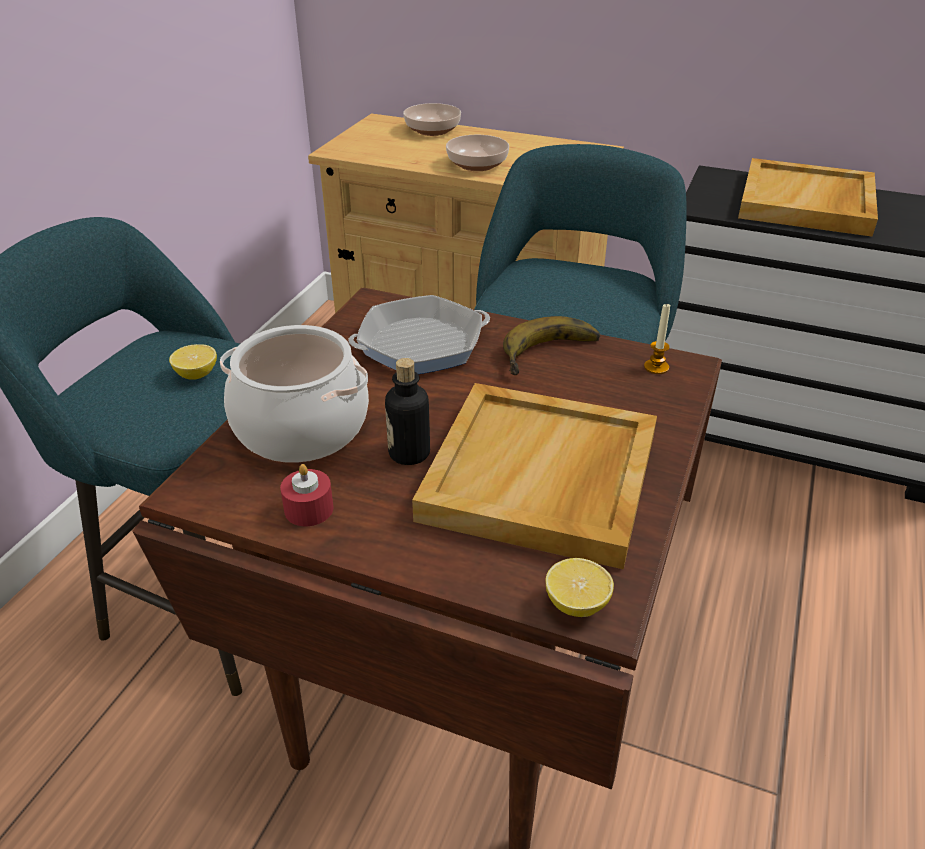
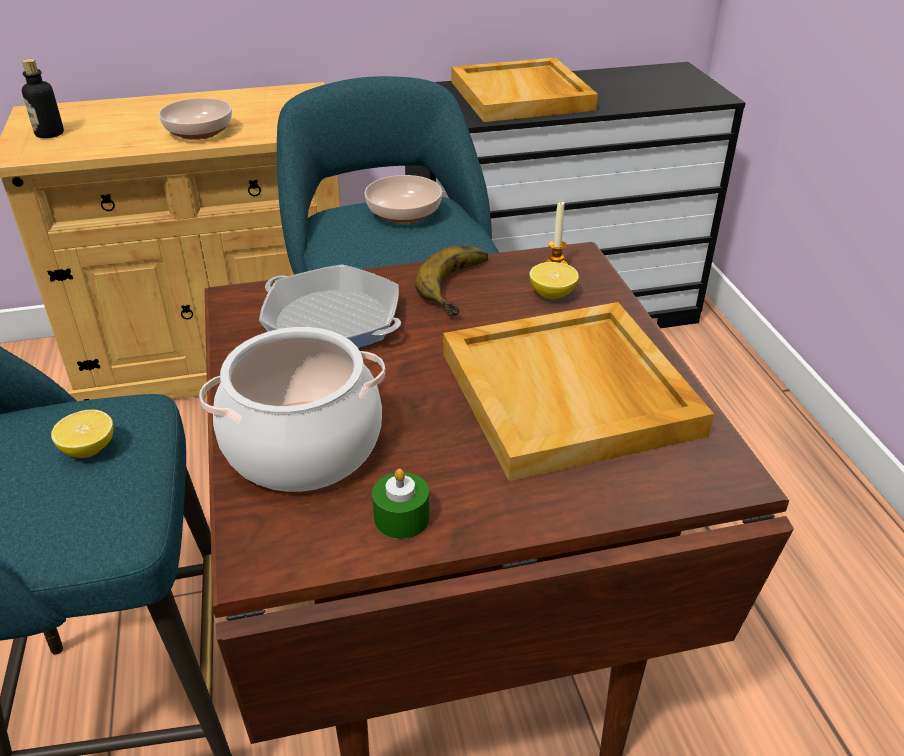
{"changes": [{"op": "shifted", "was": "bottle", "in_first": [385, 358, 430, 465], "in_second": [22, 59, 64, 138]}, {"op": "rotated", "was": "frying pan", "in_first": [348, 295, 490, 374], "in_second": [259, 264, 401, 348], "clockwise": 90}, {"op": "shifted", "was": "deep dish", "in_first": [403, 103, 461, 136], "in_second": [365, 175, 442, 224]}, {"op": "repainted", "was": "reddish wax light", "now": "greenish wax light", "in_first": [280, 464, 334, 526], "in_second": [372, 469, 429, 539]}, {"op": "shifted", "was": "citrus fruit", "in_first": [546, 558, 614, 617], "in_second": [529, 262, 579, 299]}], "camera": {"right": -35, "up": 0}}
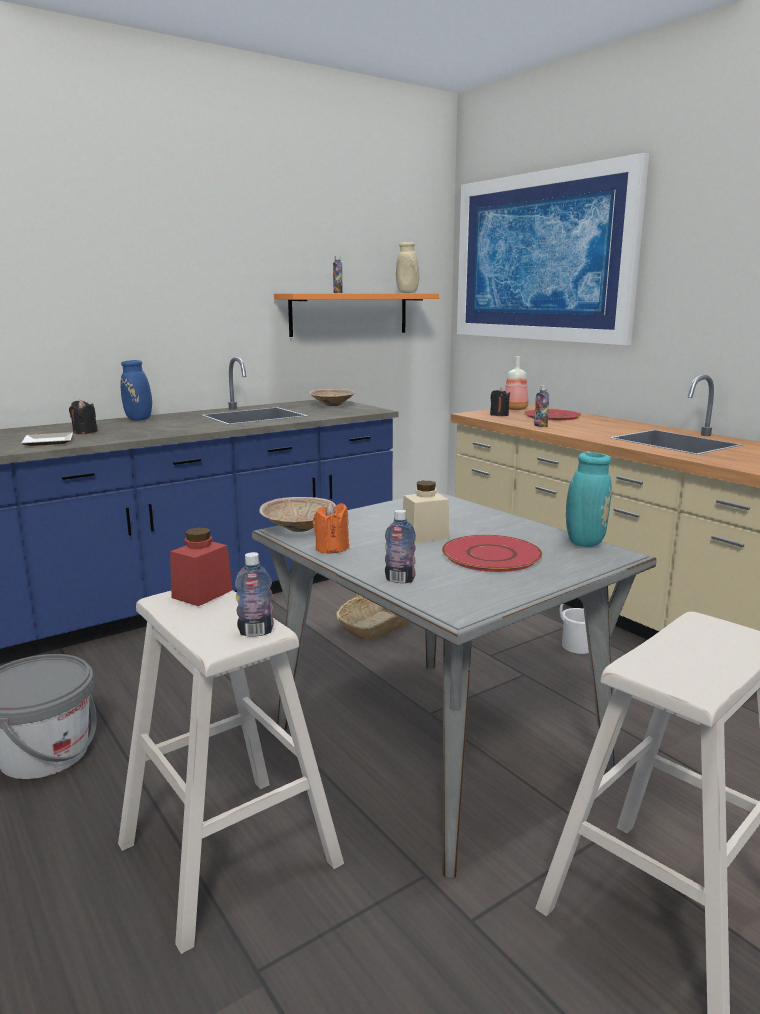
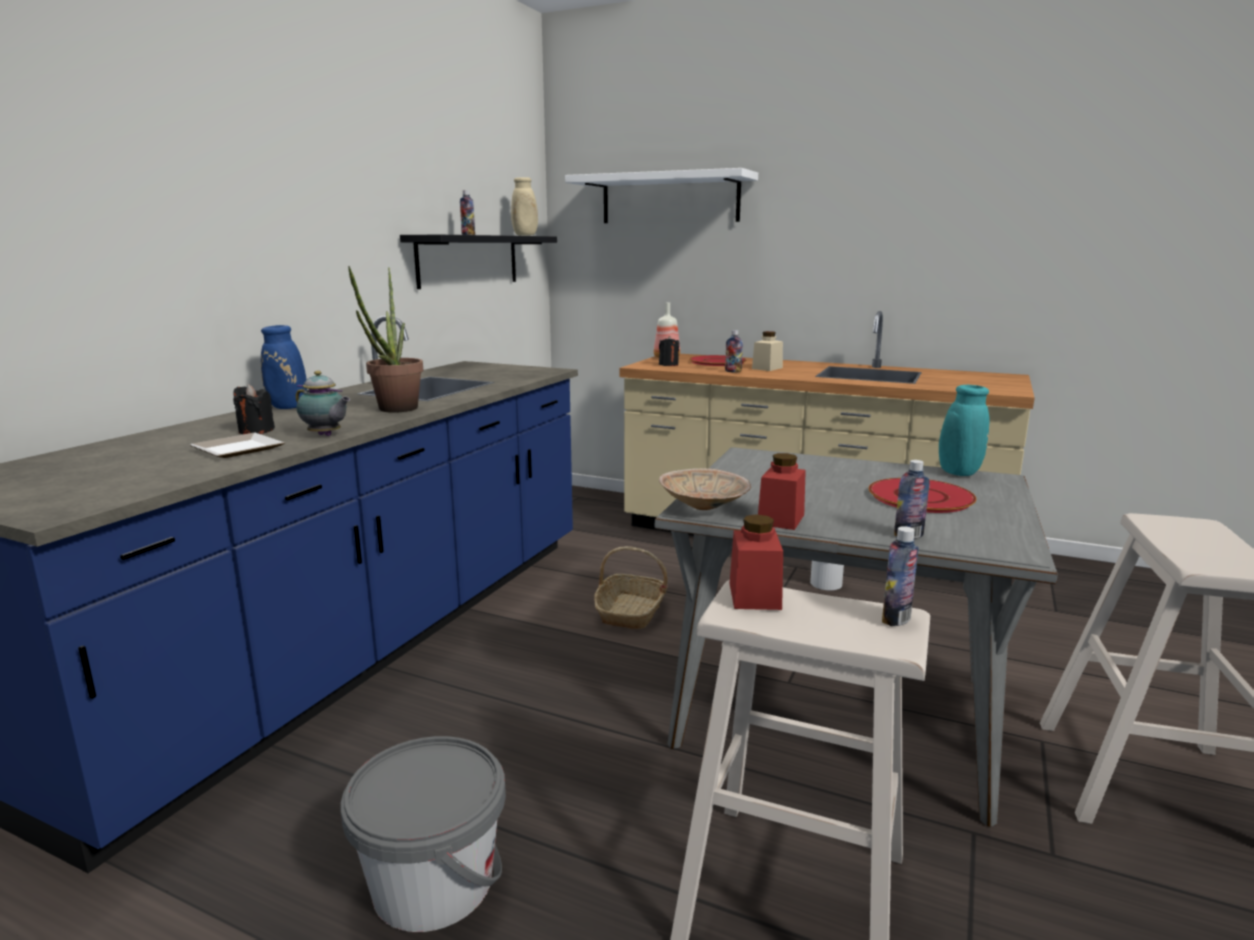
{"changes": [{"op": "new", "now": "pot for tea", "in_second": [296, 371, 350, 436]}, {"op": "new", "now": "potted plant", "in_second": [348, 266, 423, 413]}, {"op": "repainted", "was": "orange shelf", "now": "black shelf", "in_first": [274, 293, 439, 337], "in_second": [400, 235, 557, 289]}, {"op": "swapped", "was": "wall art", "now": "white-coloured shelf", "in_first": [457, 153, 649, 345], "in_second": [565, 168, 758, 223]}, {"op": "shifted", "was": "sand-coloured storage jar", "in_first": [403, 481, 450, 543], "in_second": [752, 331, 783, 371]}, {"op": "swapped", "was": "orange wax light", "now": "reddish storage jar", "in_first": [313, 502, 349, 554], "in_second": [758, 453, 806, 530]}, {"op": "gone", "was": "sand-coloured deep dish", "in_first": [309, 389, 356, 406]}], "camera": {"right": -30, "up": 0}}
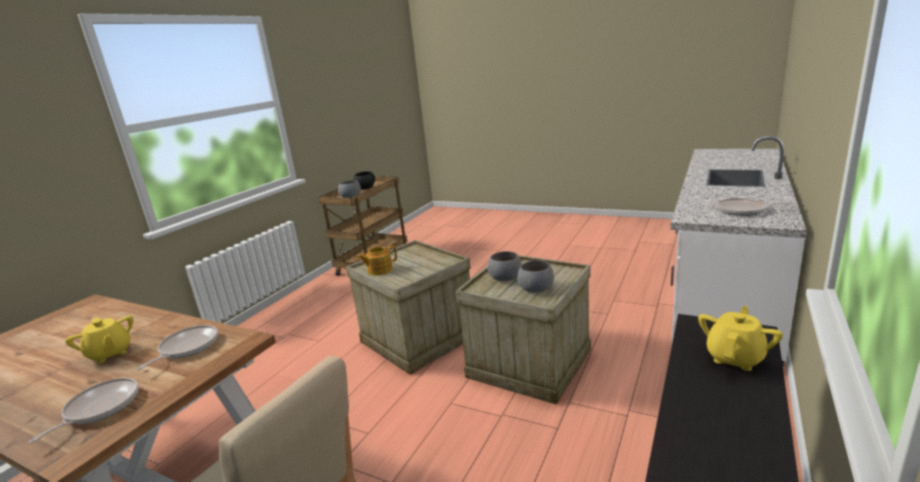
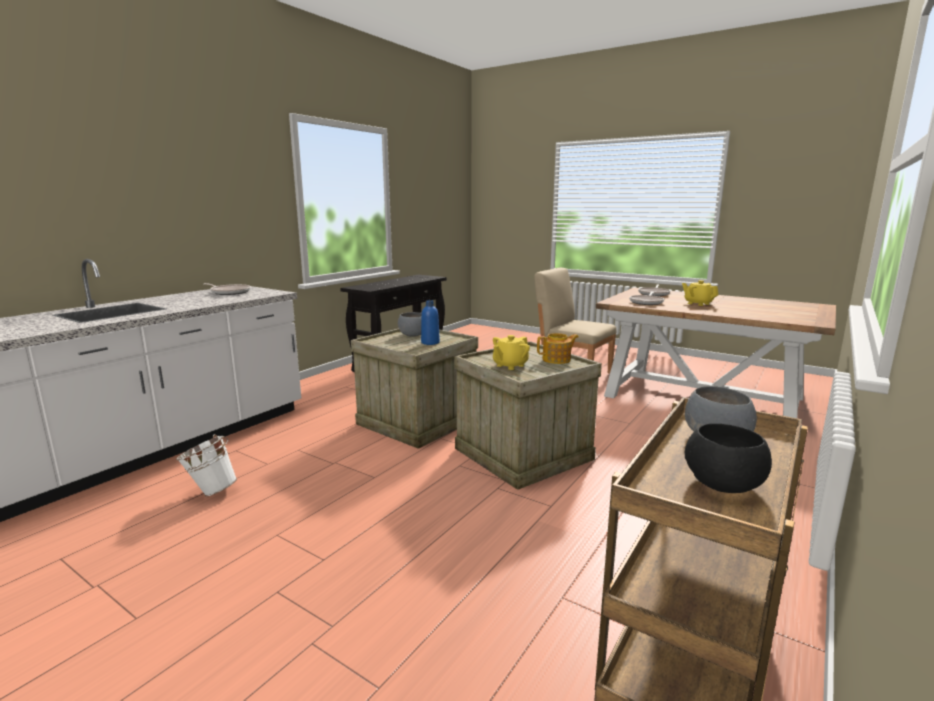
{"changes": [{"op": "new", "now": "white-coloured water bucket", "in_second": [176, 434, 237, 496]}, {"op": "swapped", "was": "grey deep dish", "now": "bluish bottle", "in_first": [487, 251, 522, 281], "in_second": [421, 300, 440, 345]}, {"op": "shifted", "was": "yellow pot for tea", "in_first": [698, 306, 783, 371], "in_second": [493, 335, 530, 370]}], "camera": {"right": -175, "up": -5}}
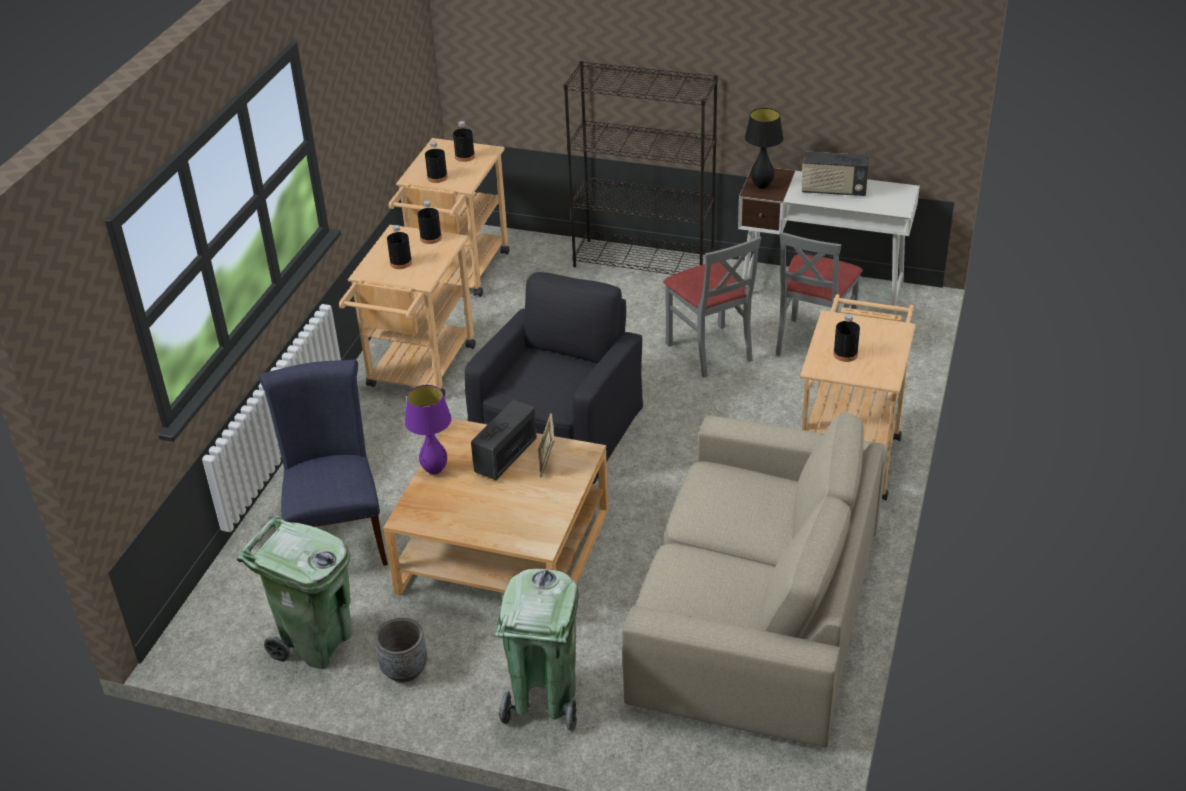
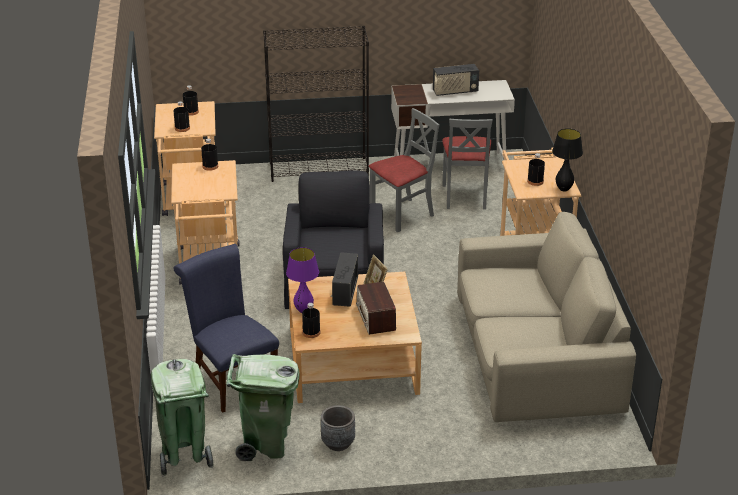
{"changes": [{"op": "shifted", "was": "greenish waste bin", "in_first": [494, 569, 579, 732], "in_second": [151, 359, 214, 477]}, {"op": "shifted", "was": "black bottle", "in_first": [387, 225, 412, 269], "in_second": [302, 303, 320, 338]}, {"op": "new", "now": "radio", "in_second": [356, 281, 396, 335]}, {"op": "rotated", "was": "grey chair", "in_first": [663, 236, 761, 378], "in_second": [369, 108, 439, 232], "clockwise": -75}, {"op": "shifted", "was": "black lamp for a table", "in_first": [745, 108, 783, 189], "in_second": [552, 129, 583, 192]}], "camera": {"right": -25, "up": -5}}
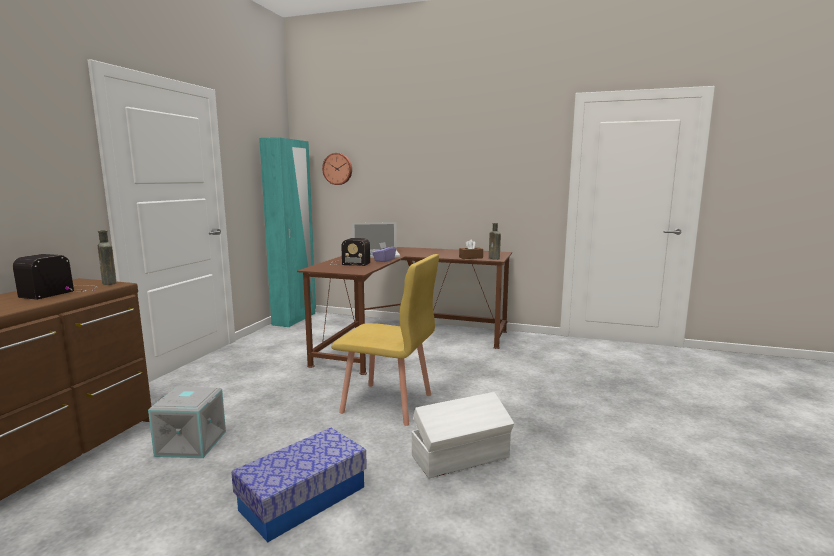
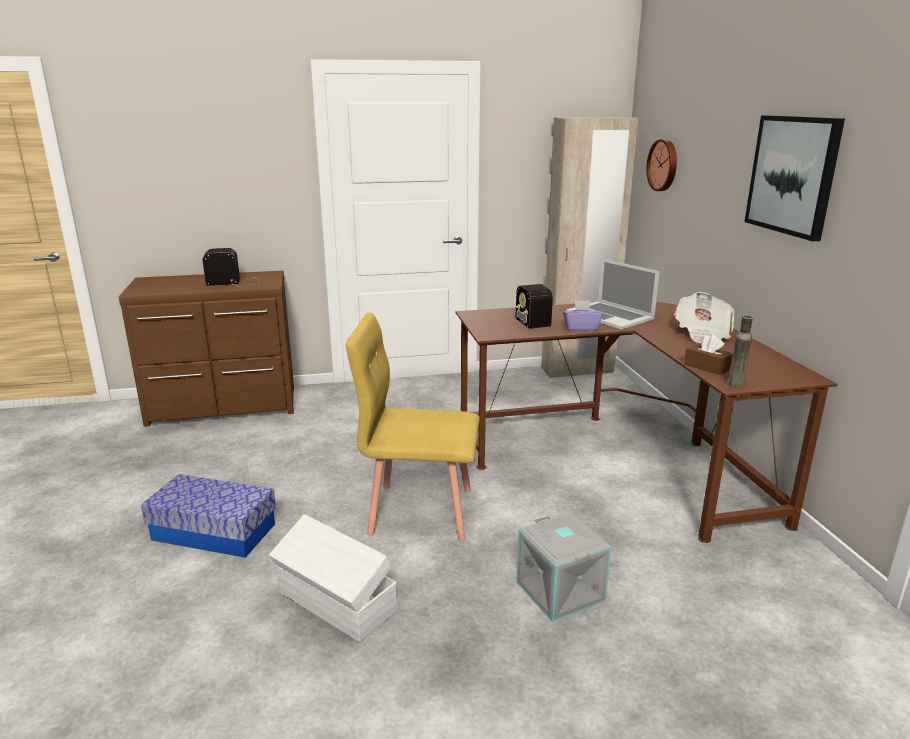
{"changes": [{"op": "rotated", "was": "yellow chair", "in_first": [331, 254, 439, 426], "in_second": [346, 312, 480, 541], "clockwise": 105}, {"op": "shifted", "was": "grey storage box", "in_first": [148, 387, 226, 458], "in_second": [516, 513, 612, 622]}, {"op": "repainted", "was": "turquoise clothes cupboard", "now": "sand-coloured clothes cupboard", "in_first": [259, 137, 316, 327], "in_second": [541, 117, 638, 378]}, {"op": "new", "now": "printed paper", "in_second": [674, 292, 735, 343]}, {"op": "new", "now": "wall art", "in_second": [744, 115, 845, 241]}, {"op": "gone", "was": "brown bottle", "in_first": [98, 230, 116, 285]}], "camera": {"right": 60, "up": 10}}
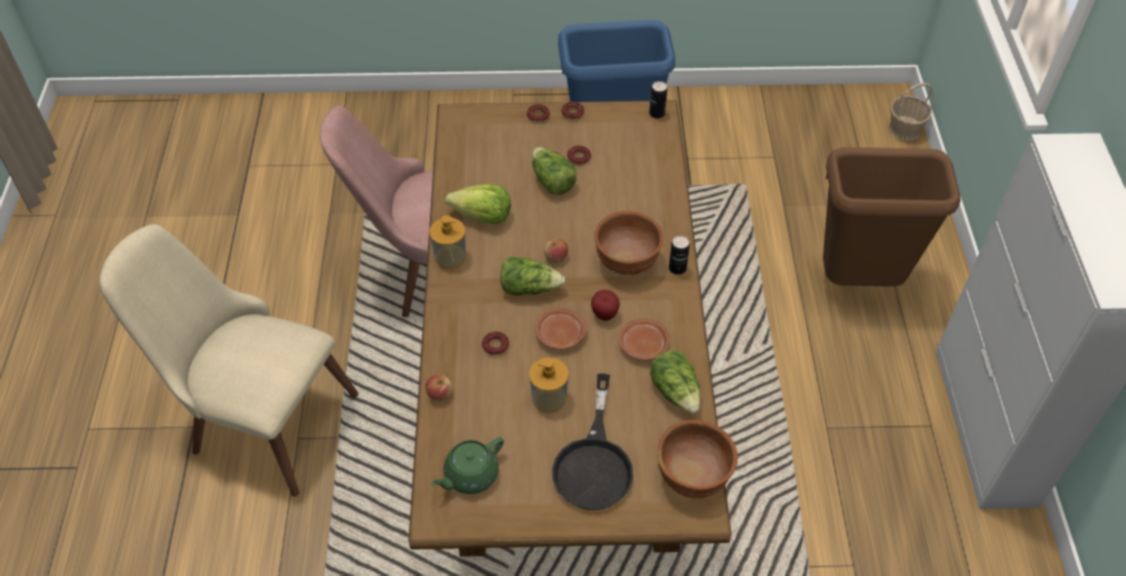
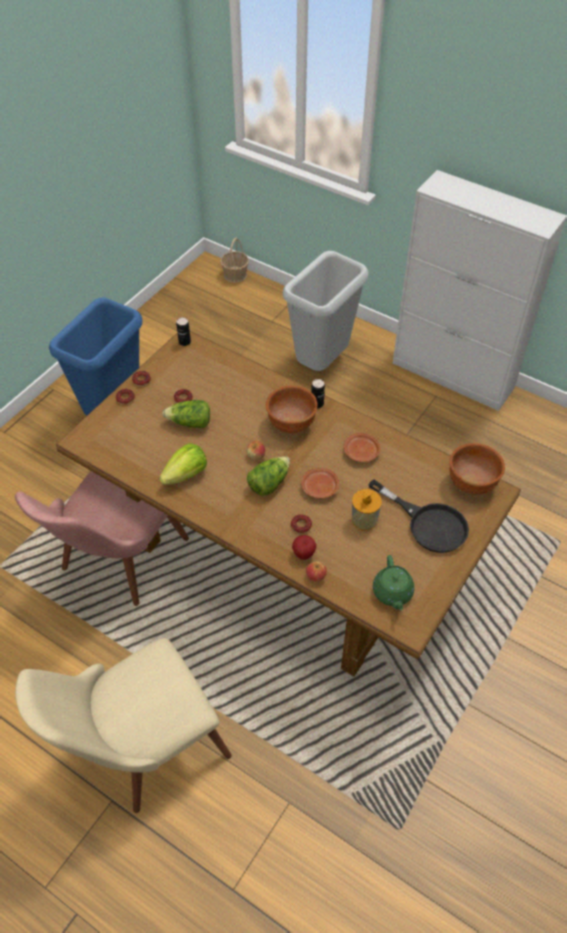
{"changes": [{"op": "repainted", "was": "brown waste bin", "now": "grey waste bin", "in_first": [823, 147, 961, 287], "in_second": [283, 251, 368, 371]}, {"op": "shifted", "was": "apple", "in_first": [591, 290, 620, 321], "in_second": [292, 535, 316, 560]}, {"op": "gone", "was": "liquid soap bottle", "in_first": [429, 215, 466, 269]}, {"op": "gone", "was": "lettuce", "in_first": [650, 350, 700, 414]}], "camera": {"right": -55, "up": 0}}
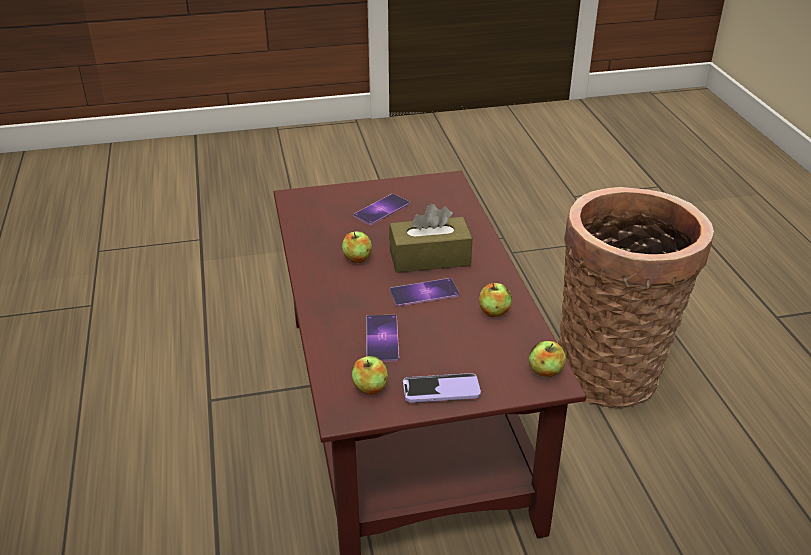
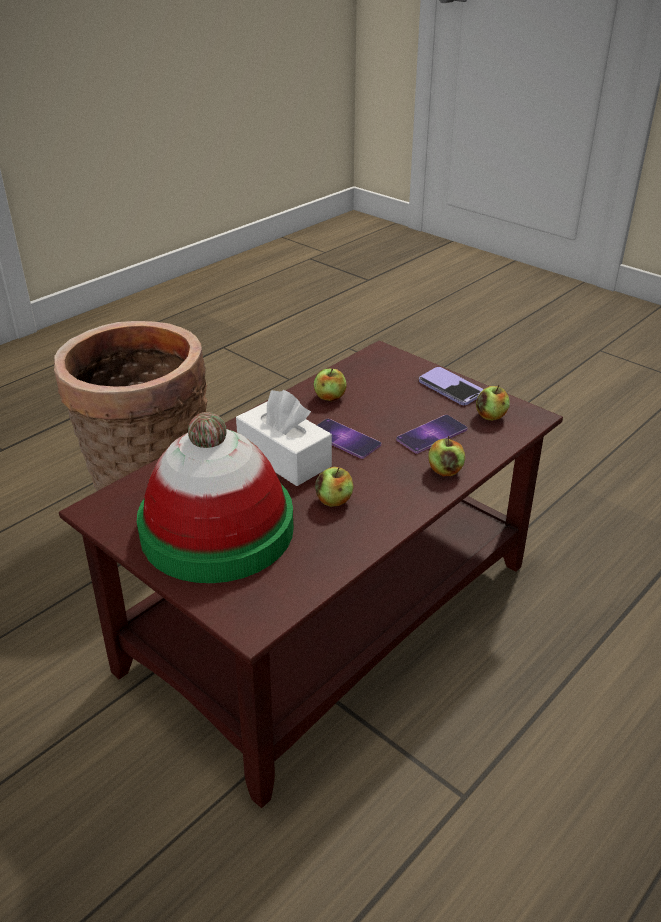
{"changes": [{"op": "swapped", "was": "telephone", "now": "clothing hat", "in_first": [353, 194, 410, 226], "in_second": [137, 412, 294, 583]}, {"op": "repainted", "was": "brown box of tissues", "now": "white-coloured box of tissues", "in_first": [389, 204, 472, 273], "in_second": [236, 390, 332, 486]}, {"op": "shifted", "was": "apple", "in_first": [529, 341, 566, 377], "in_second": [428, 436, 465, 476]}], "camera": {"right": -125, "up": 0}}
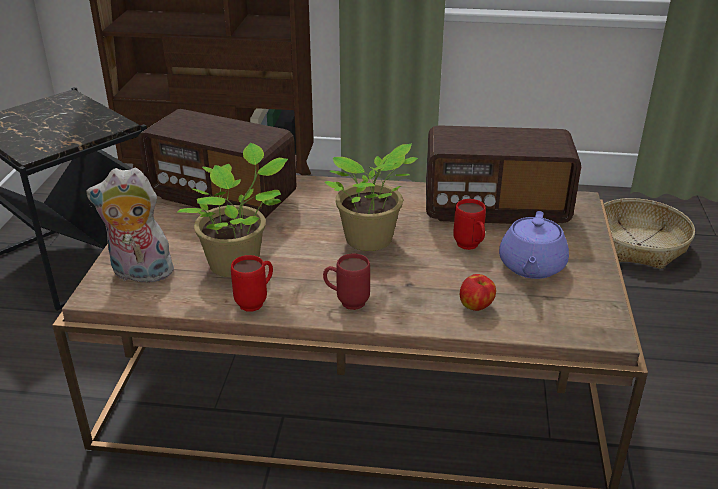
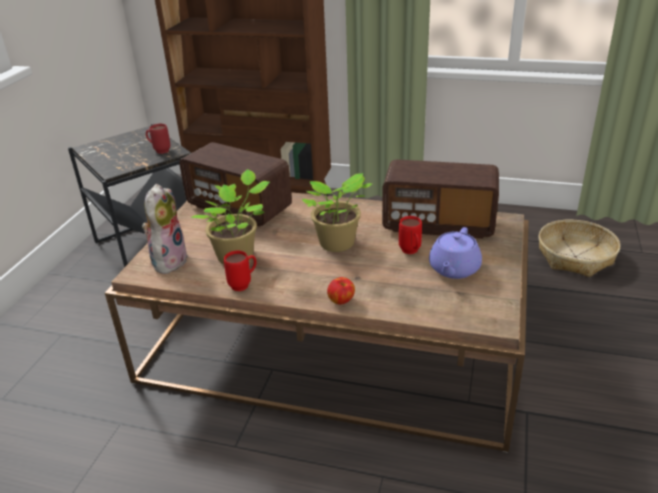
{"changes": [{"op": "rotated", "was": "plush toy", "in_first": [86, 168, 174, 283], "in_second": [142, 184, 188, 274], "clockwise": 90}, {"op": "shifted", "was": "reddish mug", "in_first": [323, 253, 370, 310], "in_second": [146, 124, 171, 154]}, {"op": "shifted", "was": "apple", "in_first": [460, 274, 496, 311], "in_second": [327, 277, 355, 305]}], "camera": {"right": 10, "up": 0}}
